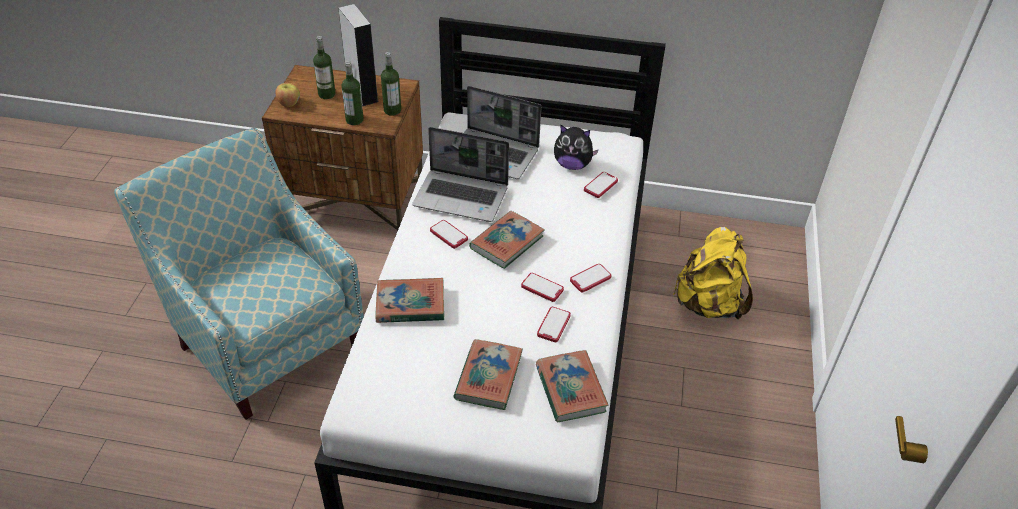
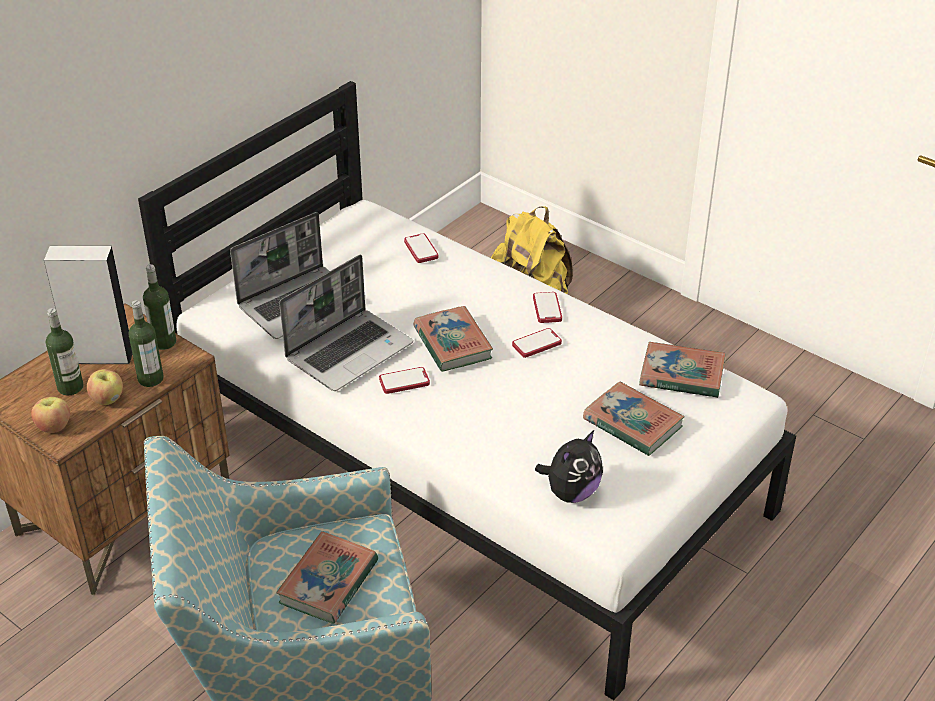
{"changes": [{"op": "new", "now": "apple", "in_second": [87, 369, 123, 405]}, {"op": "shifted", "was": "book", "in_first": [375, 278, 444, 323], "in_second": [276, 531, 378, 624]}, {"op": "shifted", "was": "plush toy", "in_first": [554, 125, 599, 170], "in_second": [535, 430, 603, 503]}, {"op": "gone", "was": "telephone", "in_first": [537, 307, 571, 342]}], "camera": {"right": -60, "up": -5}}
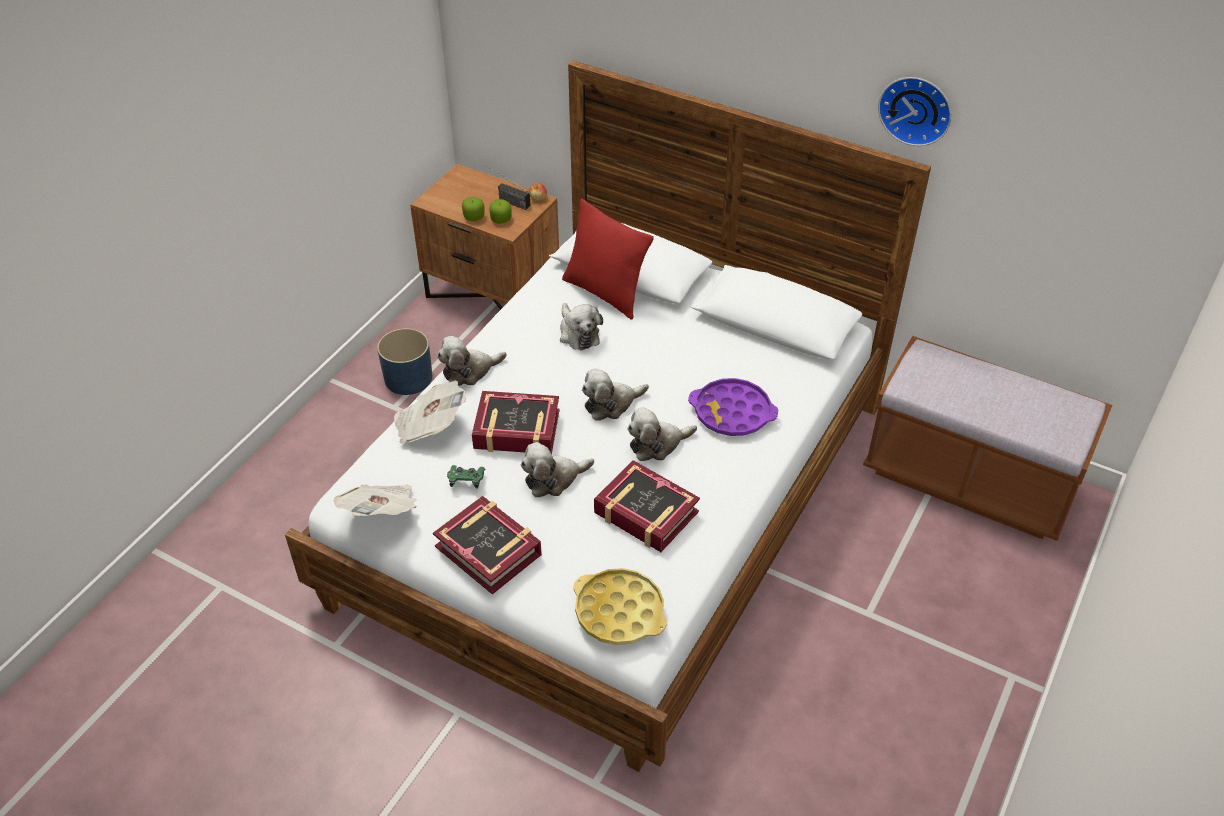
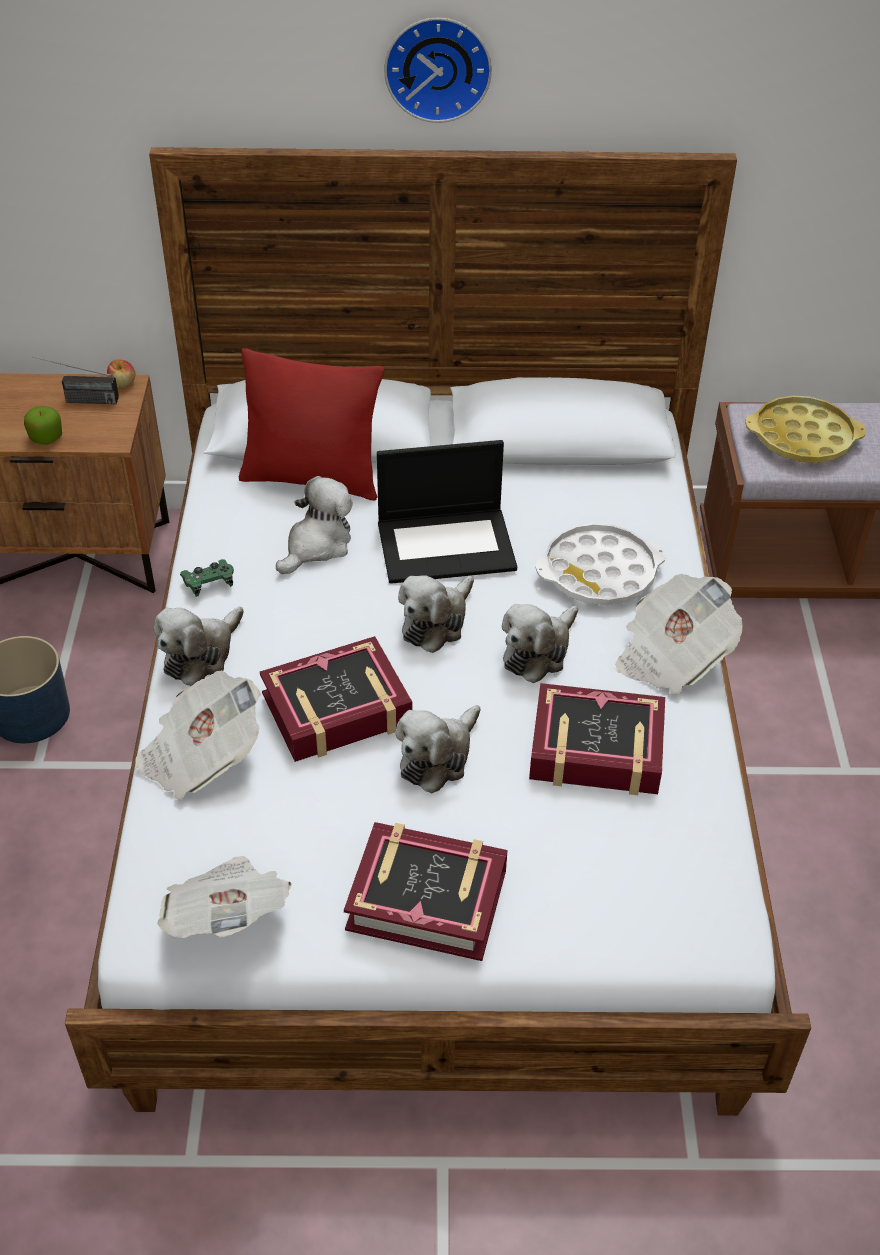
{"changes": [{"op": "shifted", "was": "greenish gamepad", "in_first": [447, 465, 485, 488], "in_second": [180, 559, 234, 597]}, {"op": "rotated", "was": "plush toy", "in_first": [560, 303, 603, 351], "in_second": [276, 476, 353, 574], "clockwise": -90}, {"op": "new", "now": "notebook computer", "in_second": [377, 440, 517, 584]}, {"op": "shifted", "was": "hanging clock", "in_first": [878, 77, 951, 146], "in_second": [384, 17, 492, 123]}, {"op": "repainted", "was": "purple-coloured carrying tray", "now": "white-coloured carrying tray", "in_first": [688, 378, 778, 436], "in_second": [535, 523, 666, 605]}, {"op": "new", "now": "printed paper", "in_second": [616, 574, 743, 694]}, {"op": "shifted", "was": "yellow carrying tray", "in_first": [573, 568, 667, 645], "in_second": [745, 396, 866, 463]}, {"op": "gone", "was": "apple", "in_first": [489, 199, 511, 224]}], "camera": {"right": -30, "up": 0}}
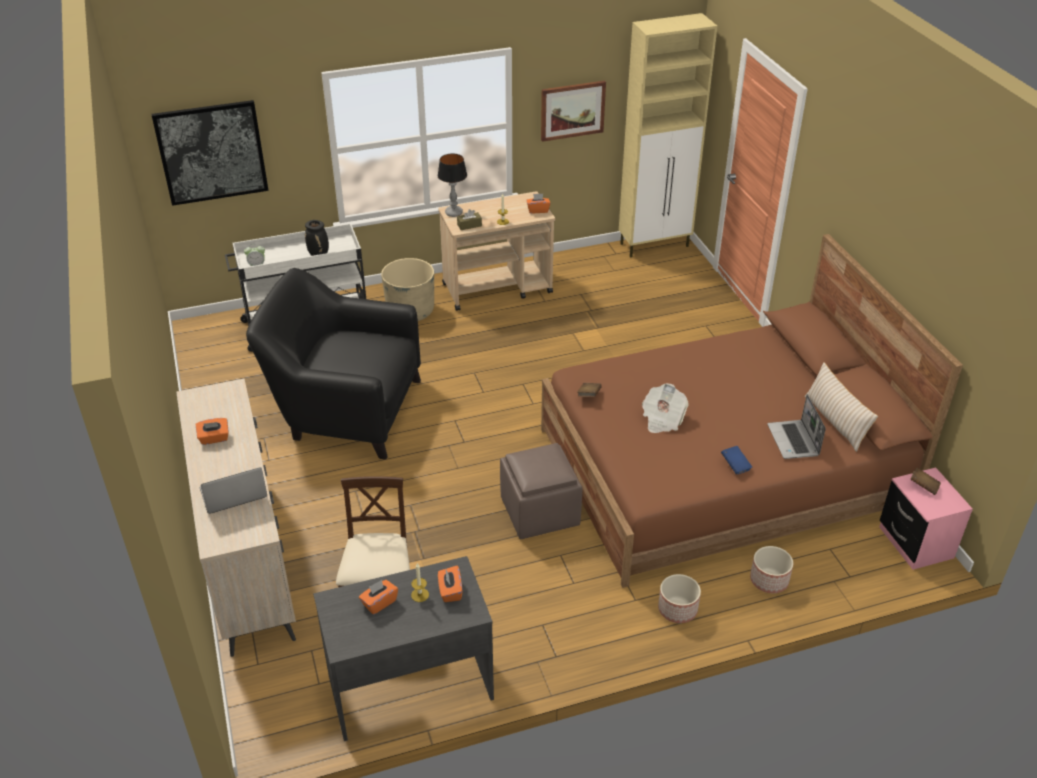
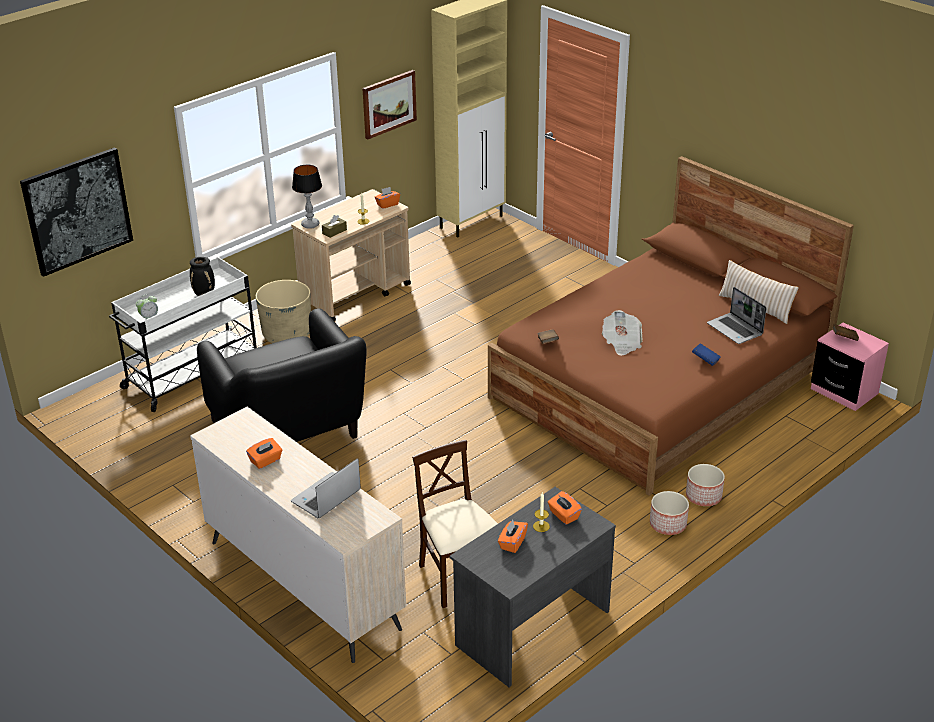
{"changes": [{"op": "rotated", "was": "black armchair", "in_first": [246, 268, 421, 459], "in_second": [197, 308, 366, 442], "clockwise": -105}, {"op": "shifted", "was": "planter", "in_first": [750, 546, 793, 593], "in_second": [650, 491, 689, 535]}, {"op": "gone", "was": "brown pouffe", "in_first": [500, 443, 582, 539]}], "camera": {"right": -25, "up": -5}}
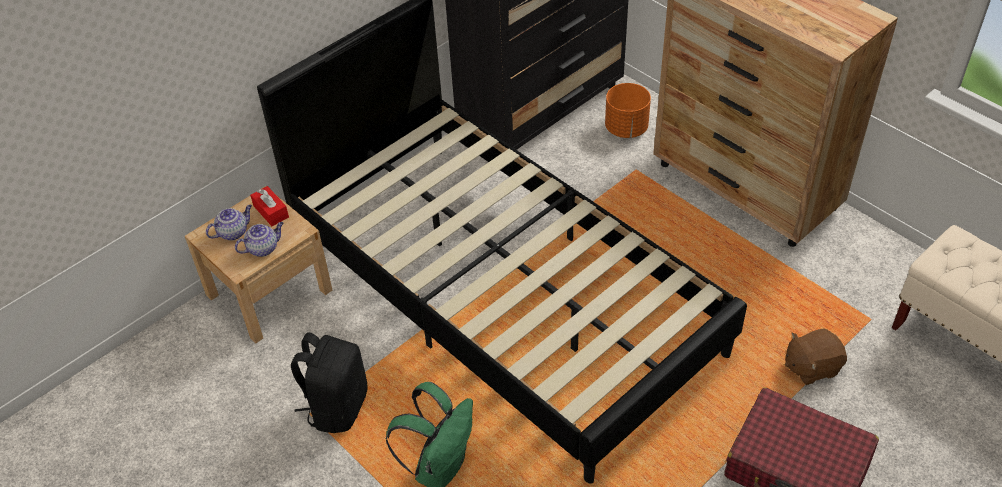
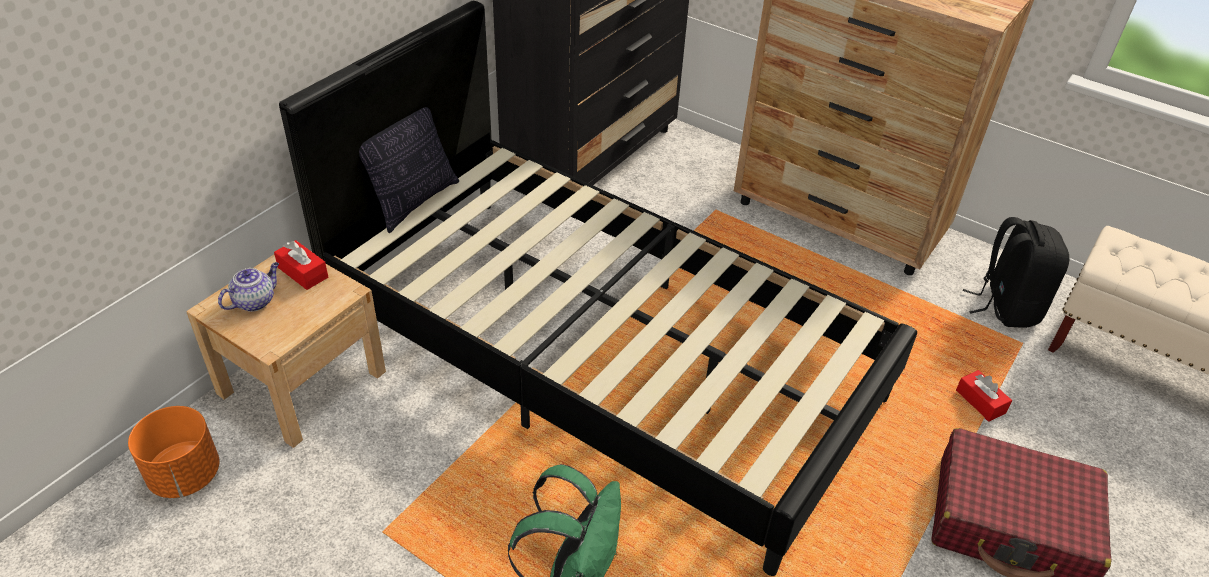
{"changes": [{"op": "shifted", "was": "orange planter", "in_first": [605, 83, 651, 138], "in_second": [128, 406, 219, 498]}, {"op": "new", "now": "cushion", "in_second": [359, 107, 459, 233]}, {"op": "swapped", "was": "brown plush toy", "now": "reddish box of tissues", "in_first": [785, 328, 847, 385], "in_second": [956, 370, 1012, 422]}, {"op": "shifted", "was": "black backpack", "in_first": [291, 332, 368, 433], "in_second": [963, 217, 1069, 328]}, {"op": "gone", "was": "pot for tea", "in_first": [235, 222, 283, 257]}], "camera": {"right": -15, "up": -5}}
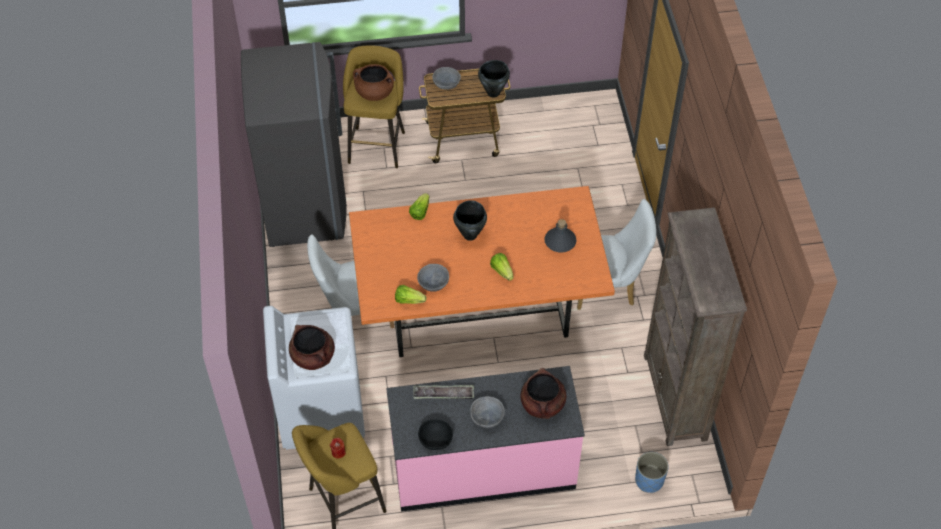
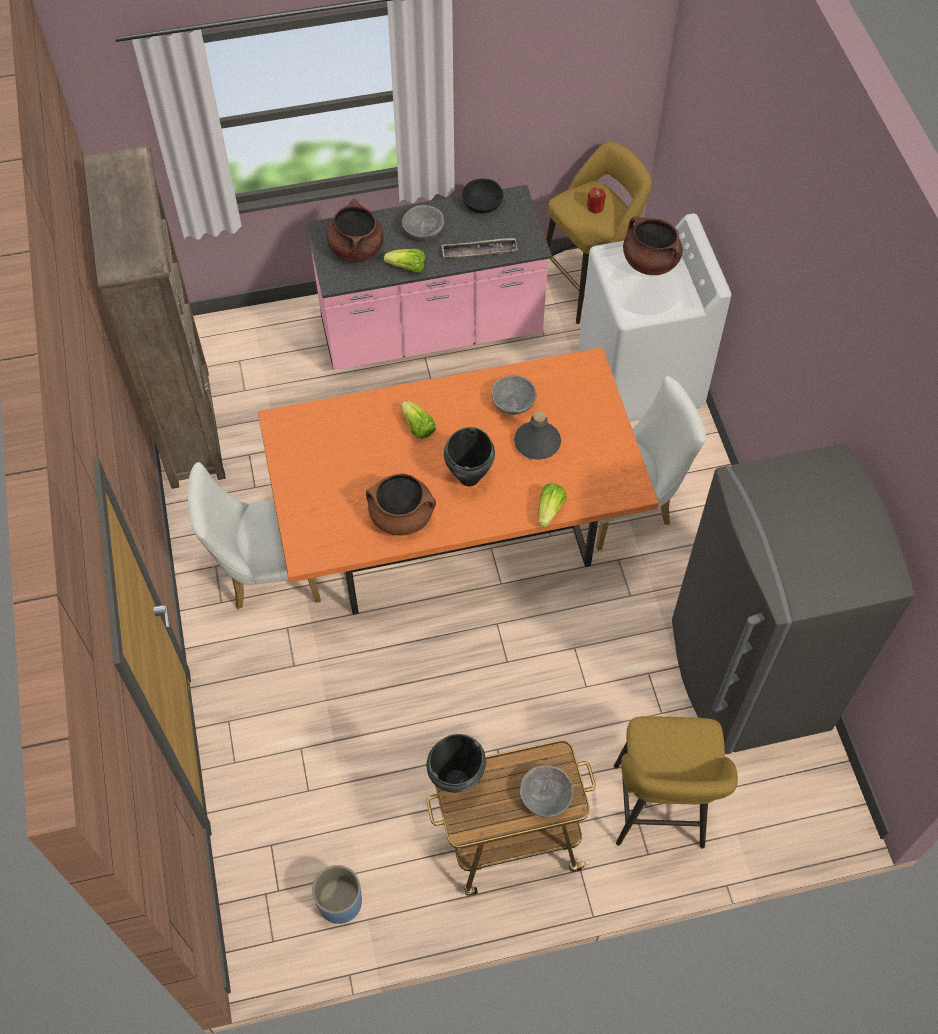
{"changes": [{"op": "shifted", "was": "bluish planter", "in_first": [635, 452, 669, 493], "in_second": [312, 865, 362, 924]}, {"op": "shifted", "was": "brown stockpot", "in_first": [353, 64, 394, 101], "in_second": [366, 473, 436, 535]}, {"op": "shifted", "was": "lettuce", "in_first": [395, 285, 427, 304], "in_second": [384, 249, 426, 273]}, {"op": "shifted", "was": "grey bottle", "in_first": [544, 219, 576, 253], "in_second": [514, 411, 561, 460]}], "camera": {"right": 175, "up": 5}}
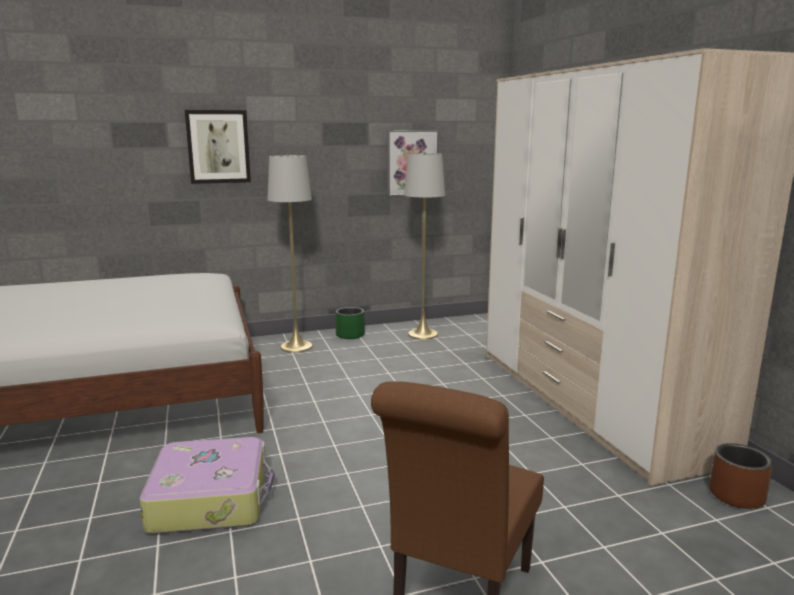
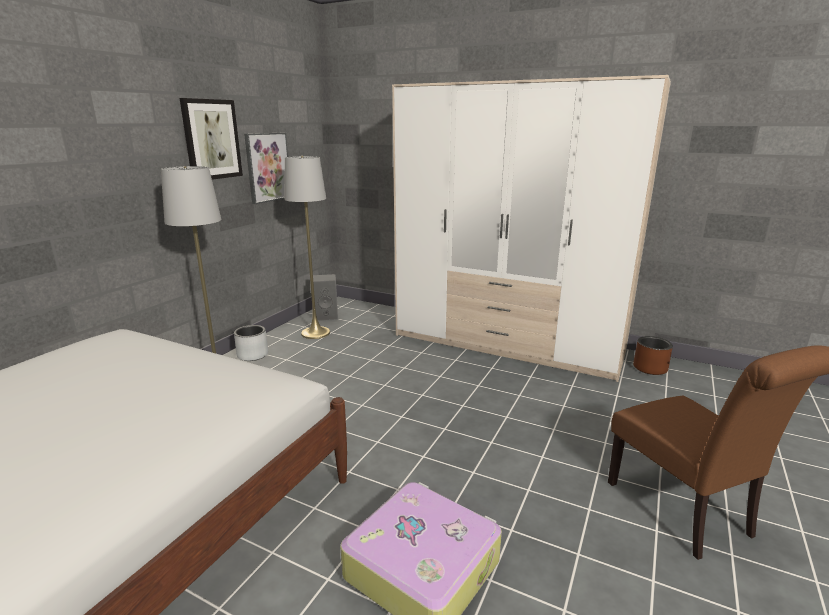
{"changes": [{"op": "shifted", "was": "wall art", "in_first": [185, 110, 251, 184], "in_second": [180, 98, 243, 180]}, {"op": "repainted", "was": "greenish planter", "now": "grey planter", "in_first": [336, 307, 365, 339], "in_second": [234, 325, 268, 361]}, {"op": "new", "now": "grey loudspeaker", "in_second": [313, 274, 338, 321]}], "camera": {"right": -45, "up": 5}}
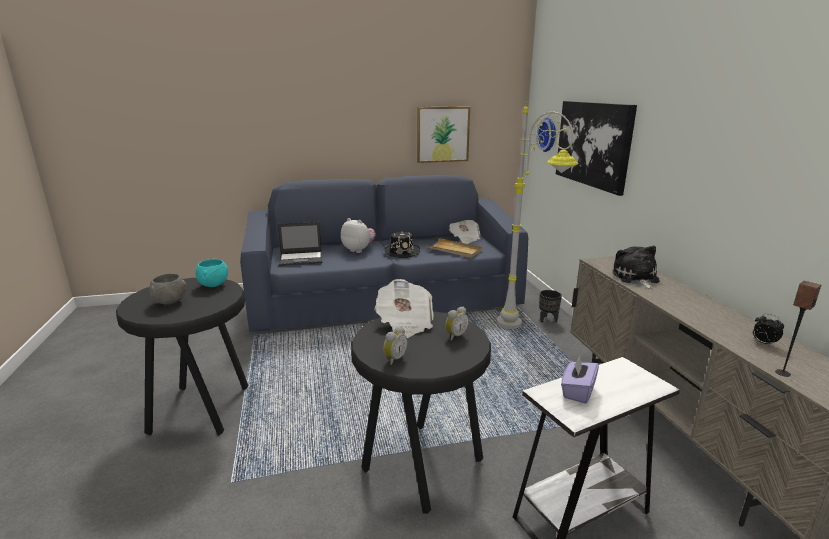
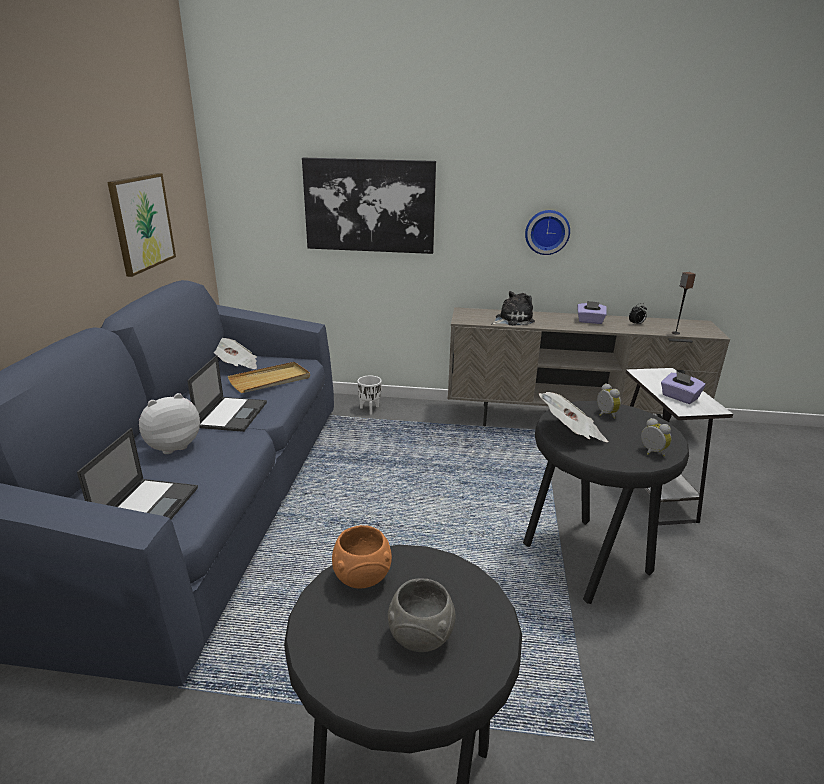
{"changes": [{"op": "swapped", "was": "black clothing hat", "now": "notebook computer", "in_first": [383, 232, 420, 258], "in_second": [187, 355, 267, 432]}, {"op": "repainted", "was": "turquoise deep dish", "now": "orange deep dish", "in_first": [196, 259, 228, 287], "in_second": [332, 525, 392, 588]}, {"op": "repainted", "was": "black planter", "now": "white-coloured planter", "in_first": [539, 290, 562, 323], "in_second": [357, 376, 382, 415]}, {"op": "rotated", "was": "plush toy", "in_first": [612, 246, 659, 290], "in_second": [491, 291, 535, 326], "clockwise": 135}, {"op": "shifted", "was": "hanging clock", "in_first": [536, 118, 556, 152], "in_second": [525, 210, 570, 255]}, {"op": "new", "now": "purple-coloured box of tissues", "in_second": [578, 301, 607, 324]}, {"op": "gone", "was": "grey standard lamp", "in_first": [497, 101, 579, 329]}], "camera": {"right": -70, "up": 5}}
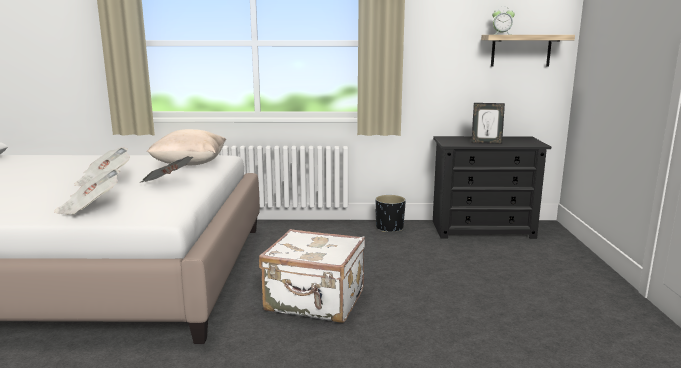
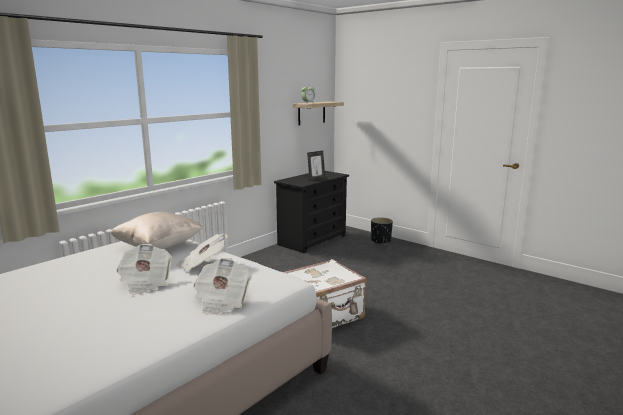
{"changes": [{"op": "shifted", "was": "black planter", "in_first": [375, 195, 406, 232], "in_second": [371, 217, 393, 245]}], "camera": {"right": -50, "up": 0}}
